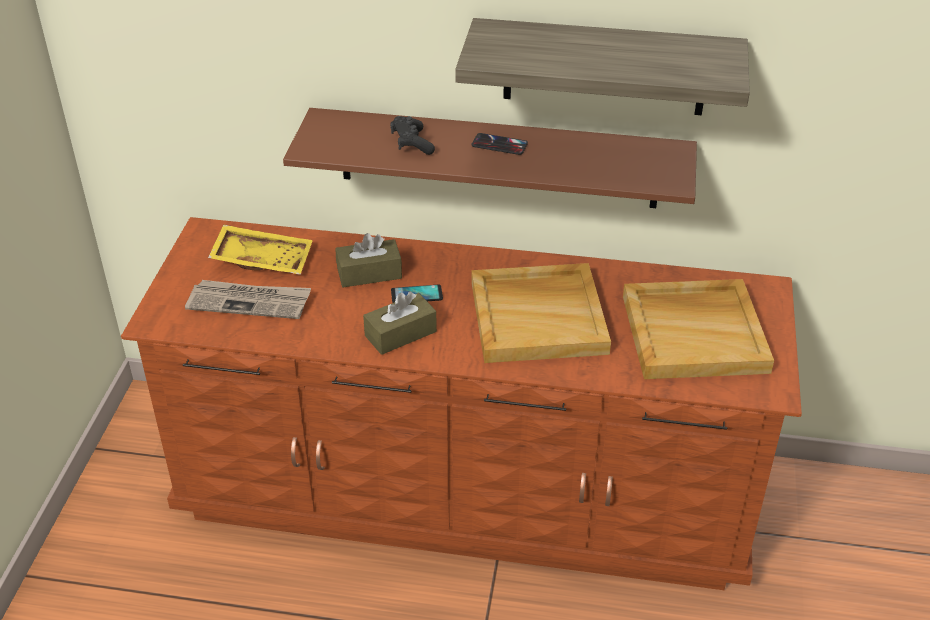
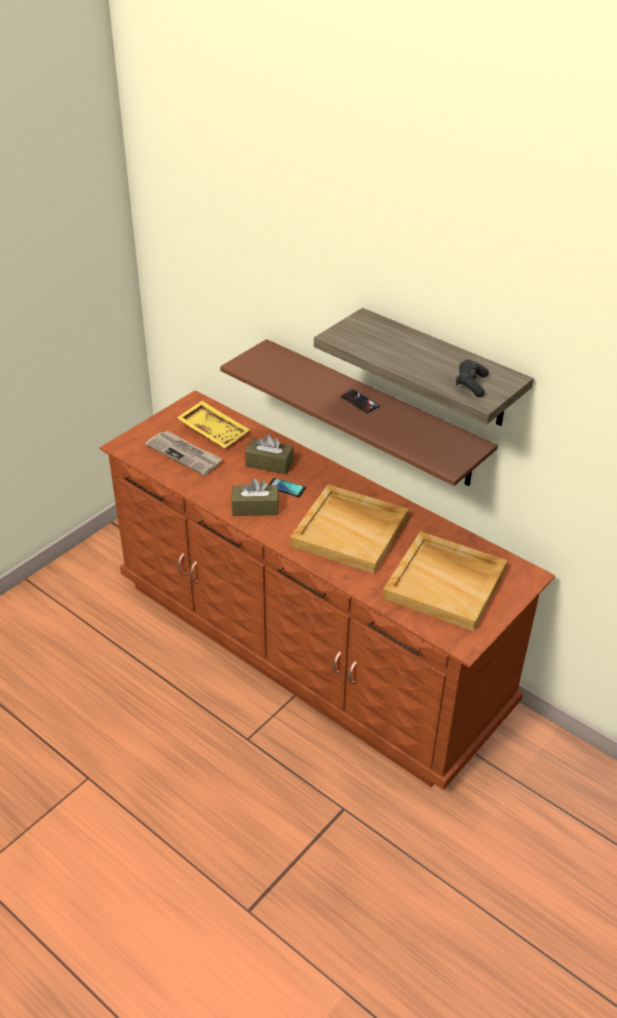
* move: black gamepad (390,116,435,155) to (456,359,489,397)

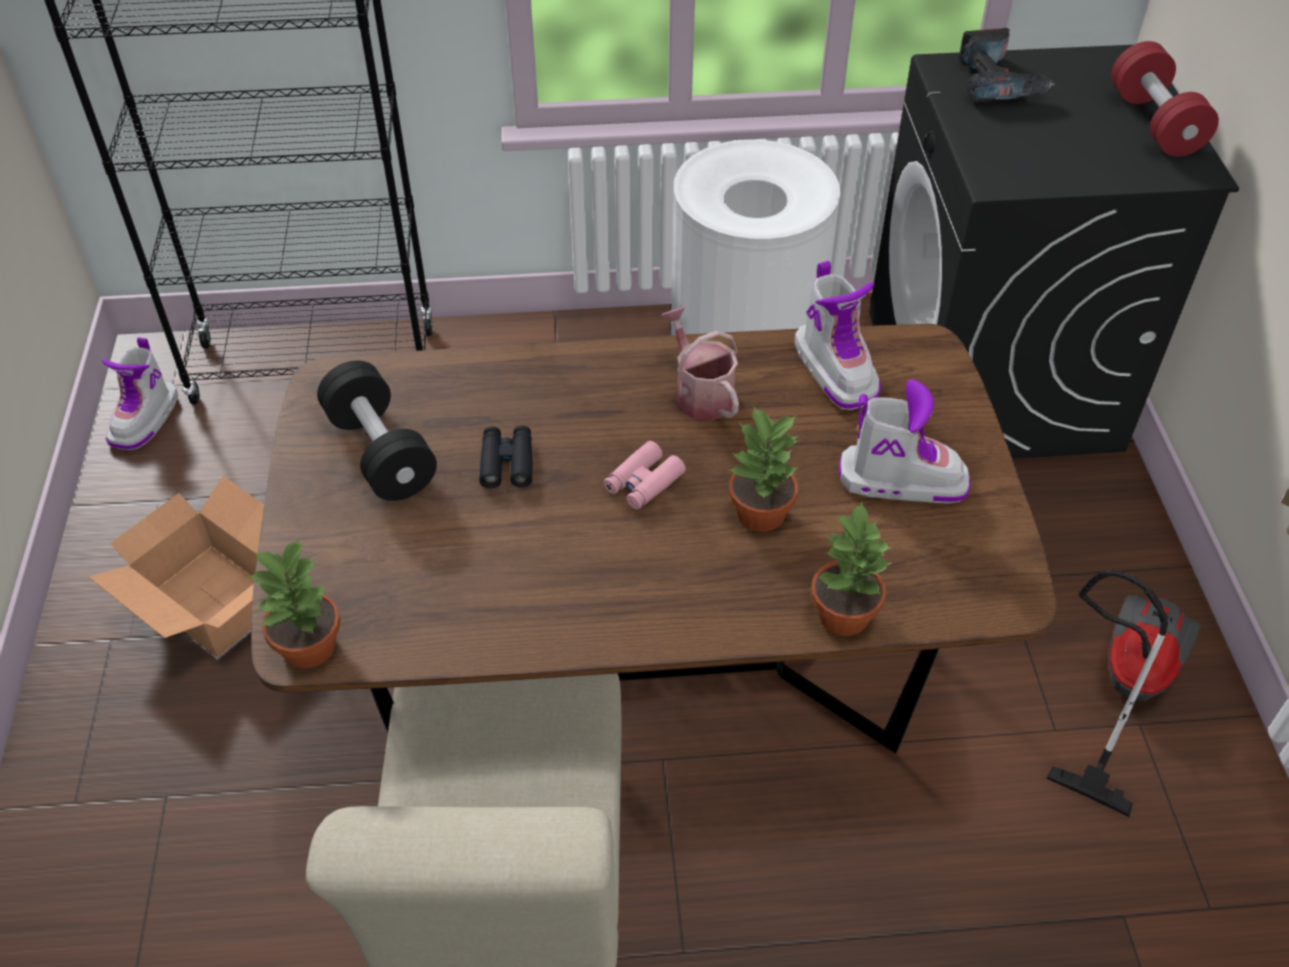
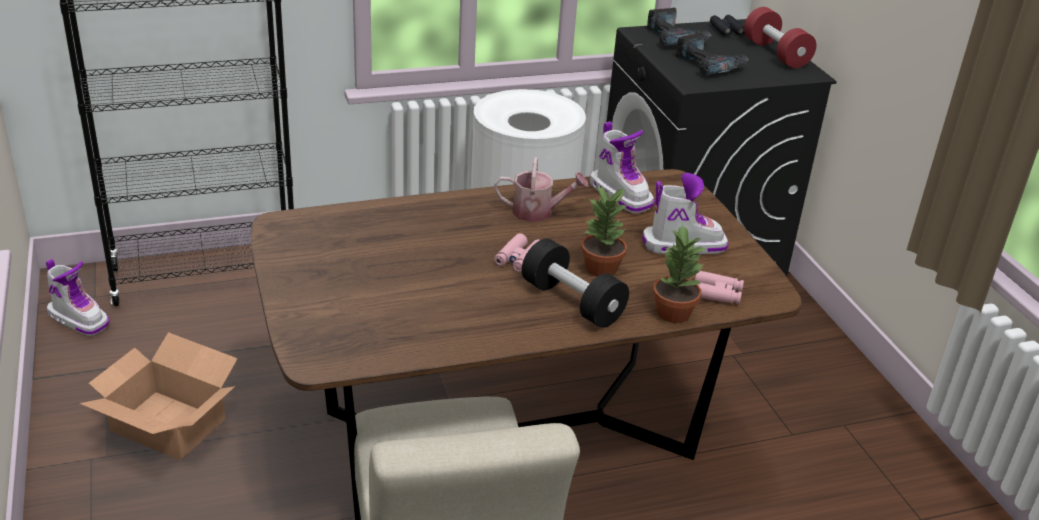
* delete: potted plant (247,538,341,668)
* delete: vacuum (1046,570,1201,817)
* insert: electric drill (676,32,749,76)
* insert: pink-coloured field glasses (695,271,744,304)
* move: black hand weight (317,361,437,501) to (522,238,629,328)
* move: black field glasses (480,425,532,489) to (710,15,745,37)
* rotate: high-top boot (102,337,178,450) = (46,259,110,336) 60 degrees counterclockwise
* rotate: watering can (661,306,739,421) = (494,157,589,222) 135 degrees clockwise

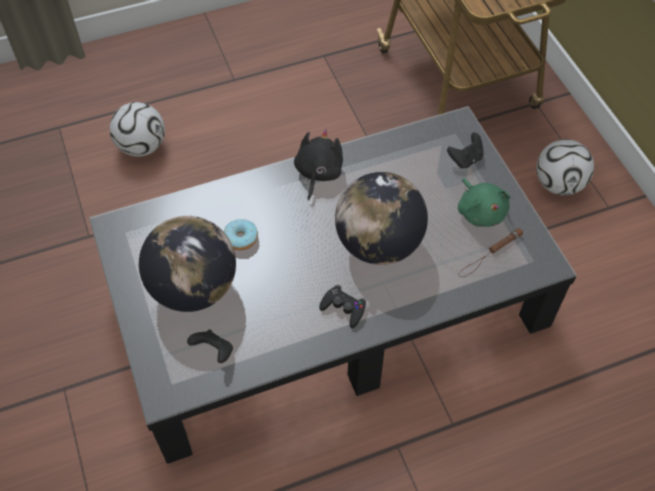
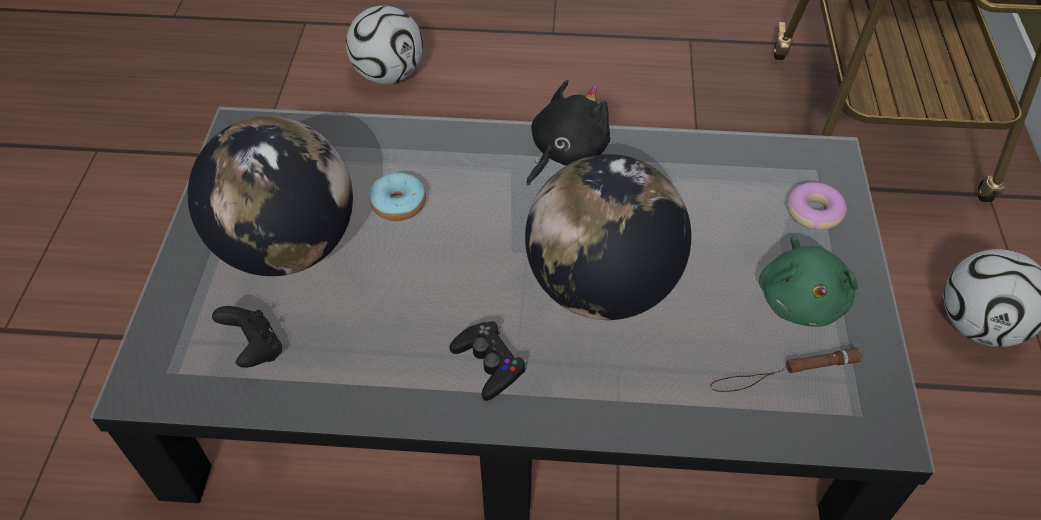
* replace: black gamepad (447,132,484,168) to ring doughnut (787,182,847,230)

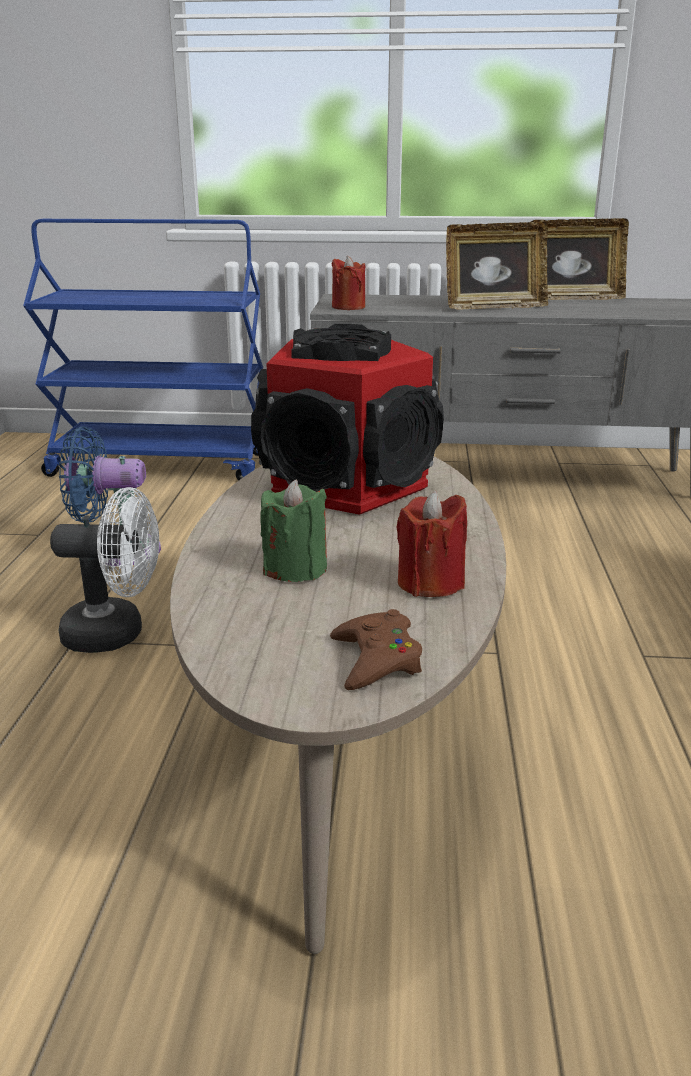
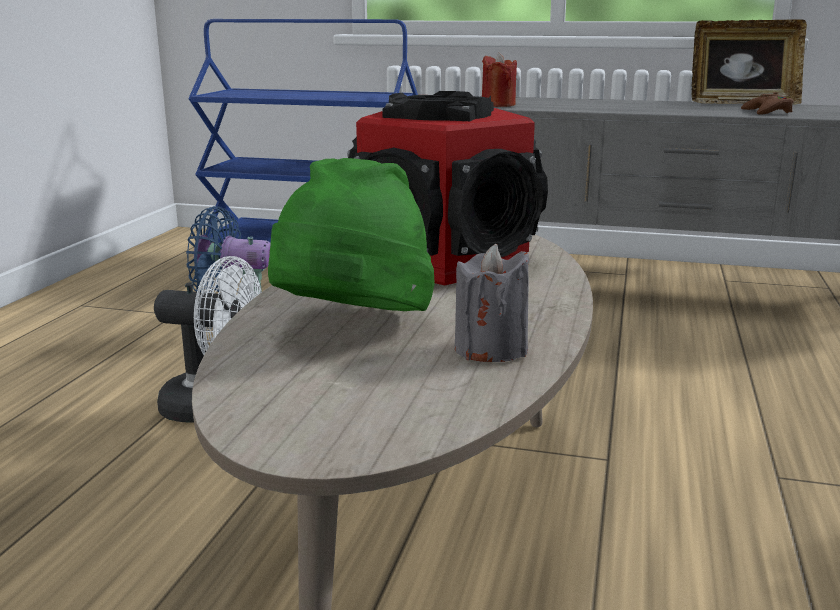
* delete: standing frame (446,222,548,309)
* move: brownish gamepad (330,609,422,690) to (741,92,794,115)
* replace: green candle (260,479,327,582) to green hat (268,158,435,311)
* recolor: reddish candle (396,491,467,597) to gray candle (455,244,529,362)

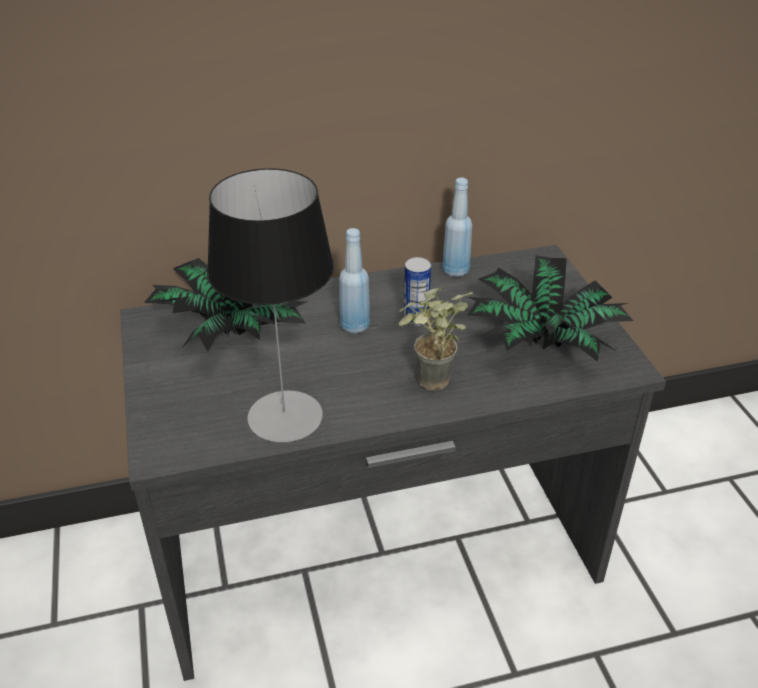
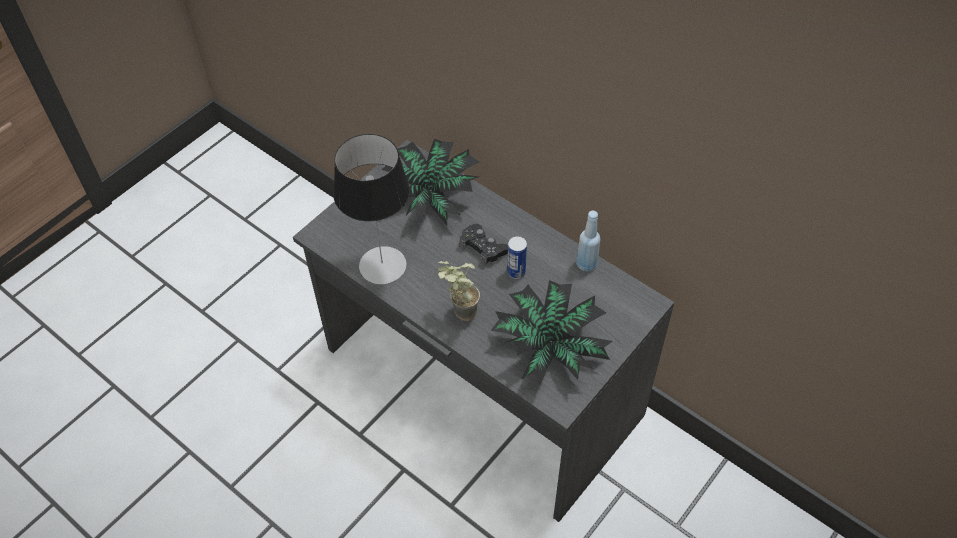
* replace: blue-coloured bottle (339,228,370,334) to black gamepad (459,224,508,266)

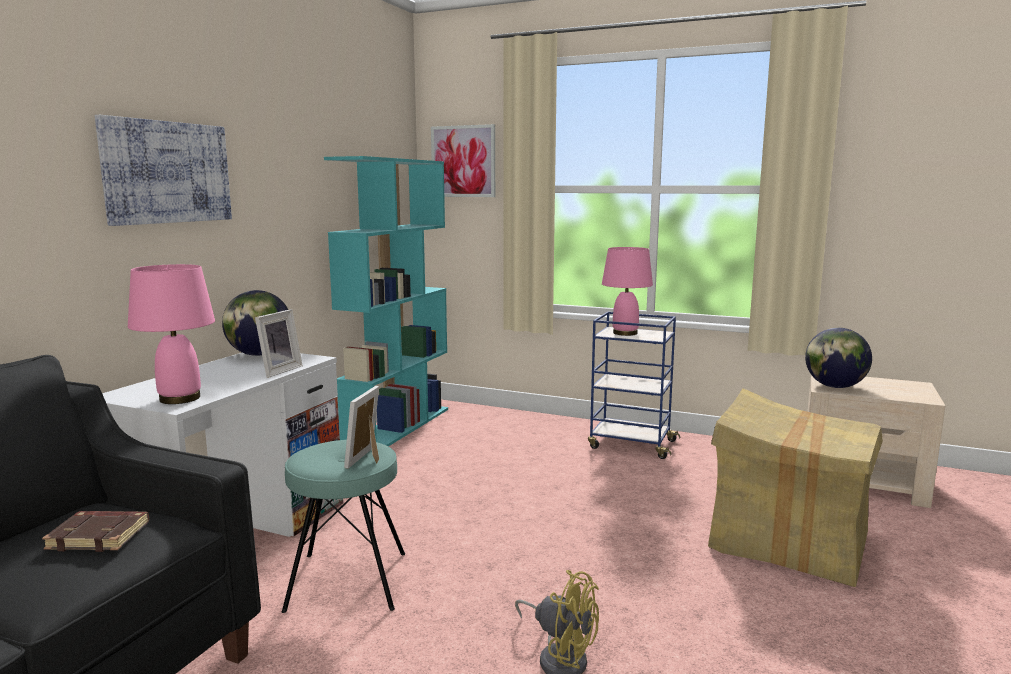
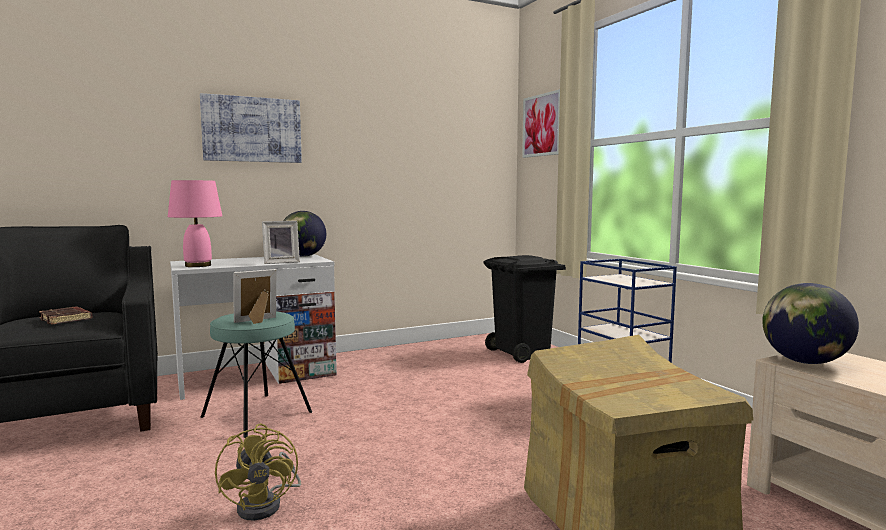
* delete: blue-green bookcase (324,156,448,446)
* delete: pink-coloured table lamp (602,247,653,336)
* insert: black rubbish bin (483,255,566,363)

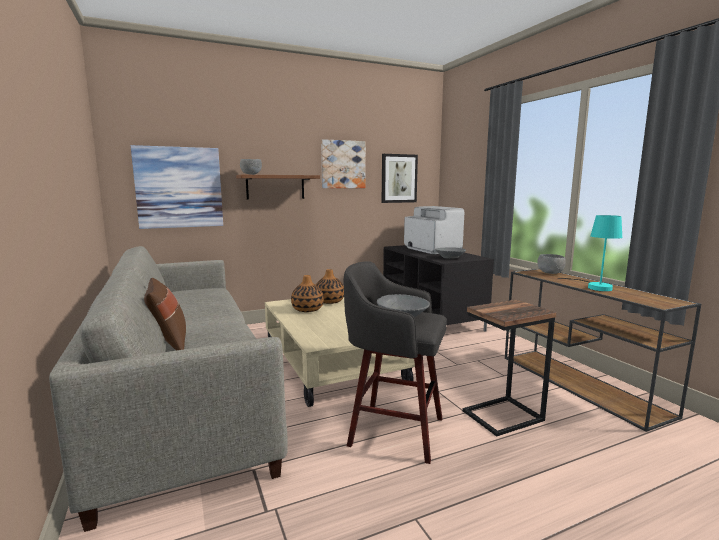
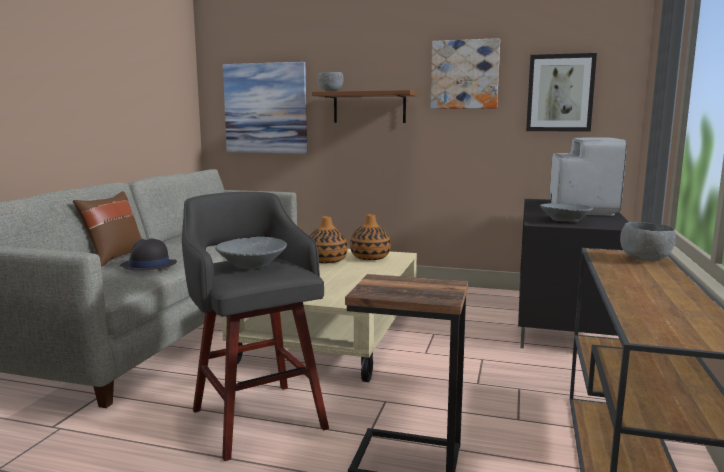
* delete: blue-green table lamp (558,215,622,292)
* insert: black hat (120,239,177,271)

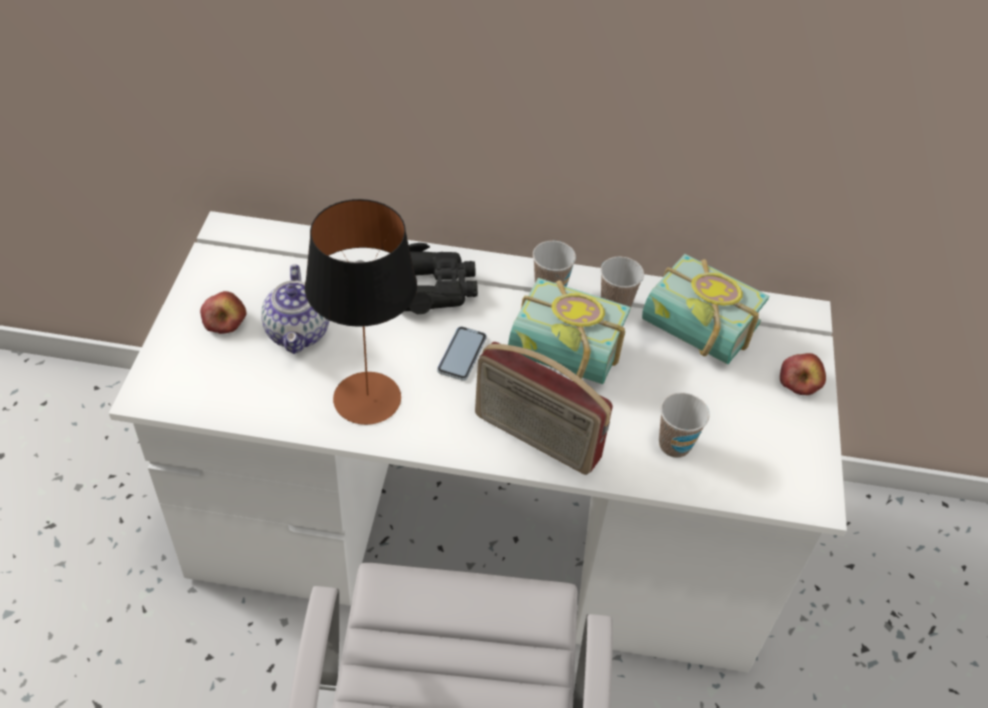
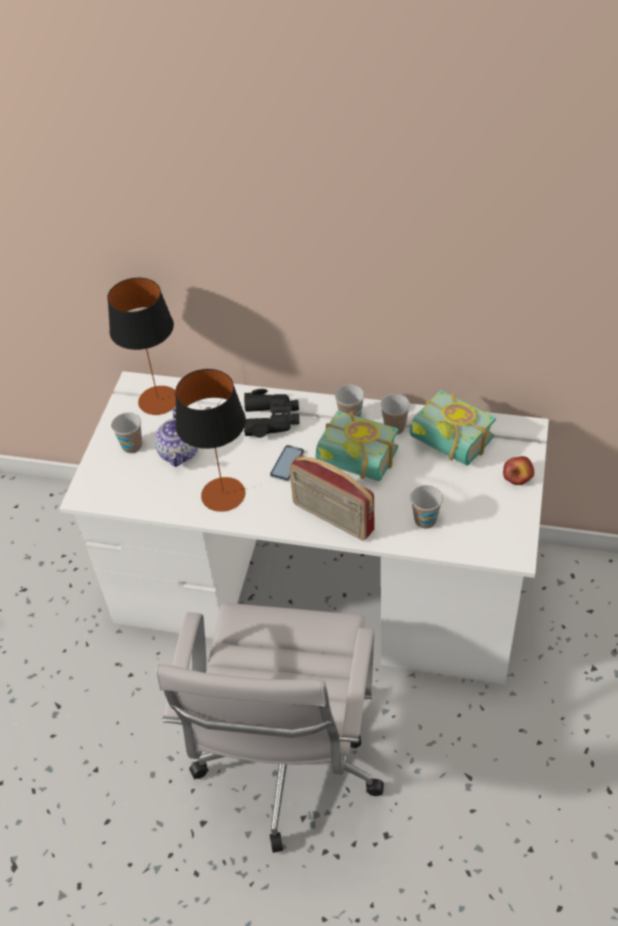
* insert: table lamp (107,278,176,415)
* replace: apple fruit (200,291,246,334) to small cup (111,412,142,453)

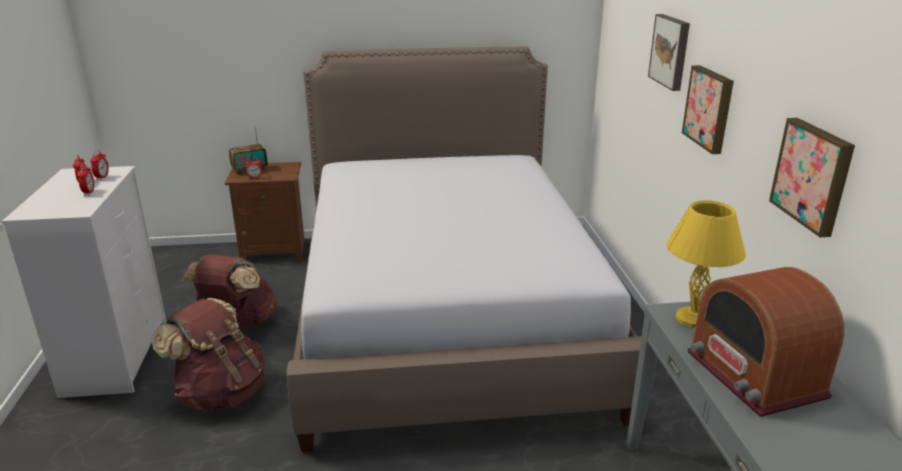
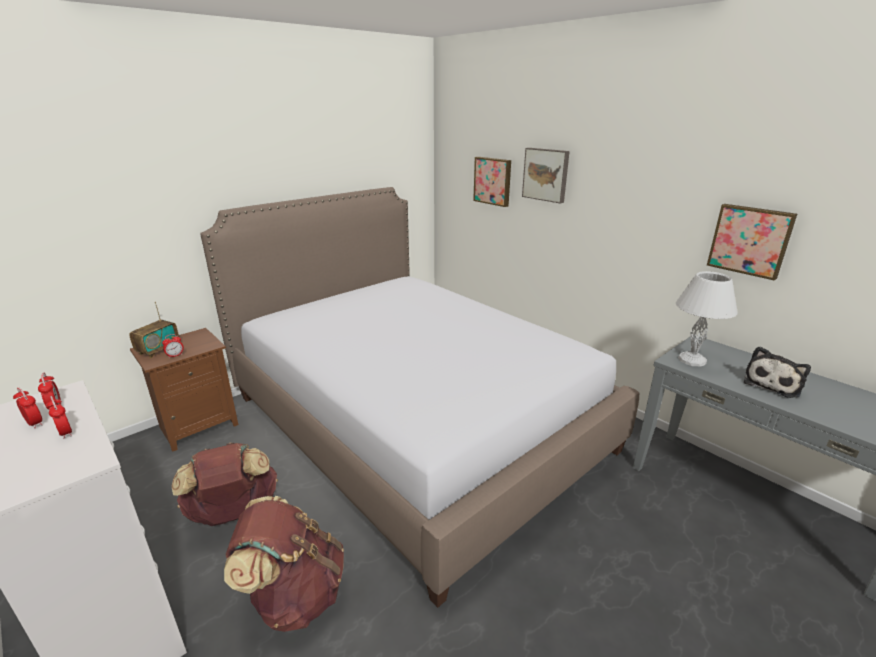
* move: picture (682,65,734,154) to (473,157,511,207)
* replace: radio receiver (687,267,844,417) to soft toy (744,347,811,398)
* recolor: yellow-coloured table lamp (667,200,746,328) to white table lamp (676,271,738,366)

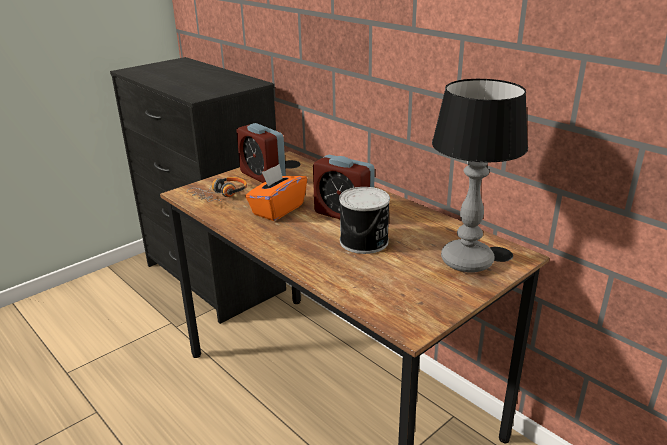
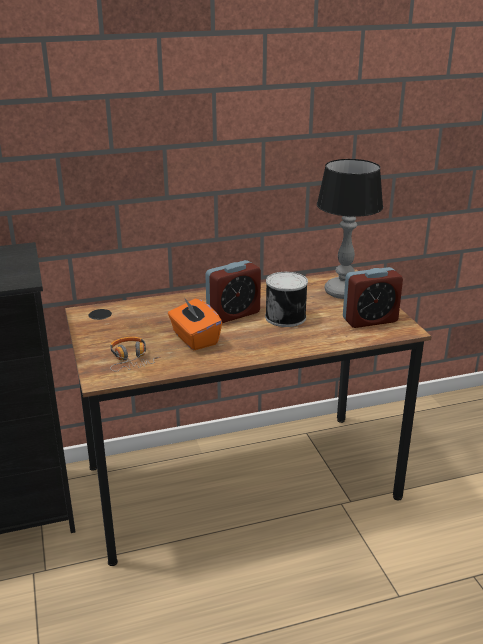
* move: bedside clock (236,123,286,183) to (343,267,403,328)

